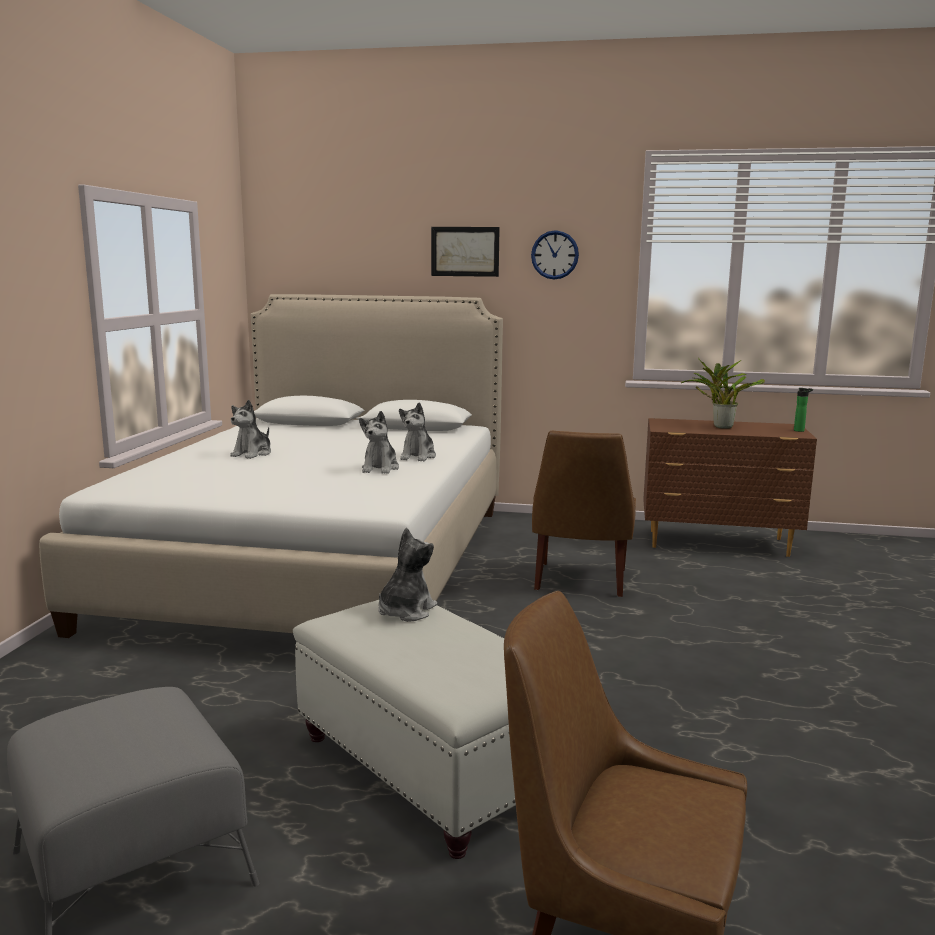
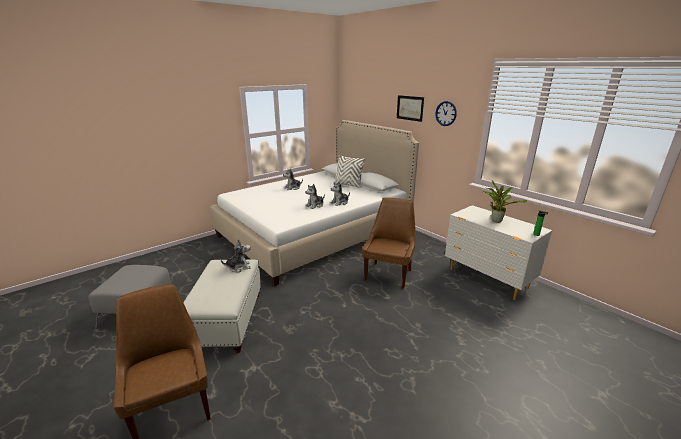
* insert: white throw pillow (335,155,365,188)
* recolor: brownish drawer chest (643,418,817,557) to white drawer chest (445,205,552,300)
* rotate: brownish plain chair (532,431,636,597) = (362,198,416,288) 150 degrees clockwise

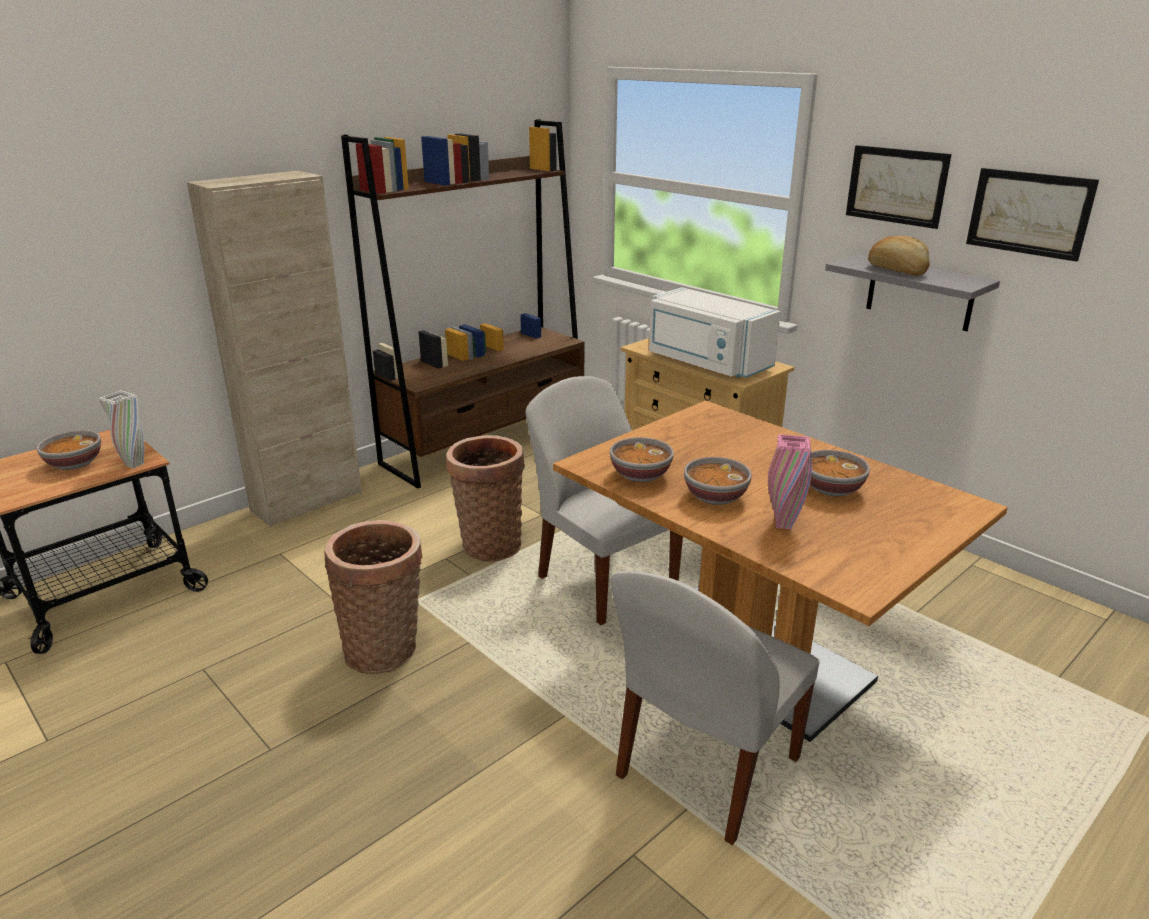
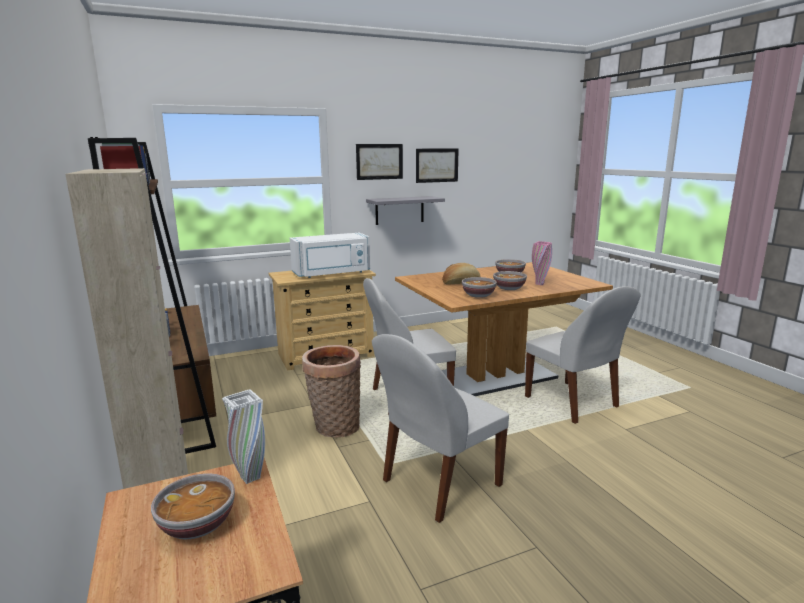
* move: bread (868,236,929,276) to (442,263,480,285)
* replace: storage basket (325,520,423,674) to white plain chair (372,334,509,523)

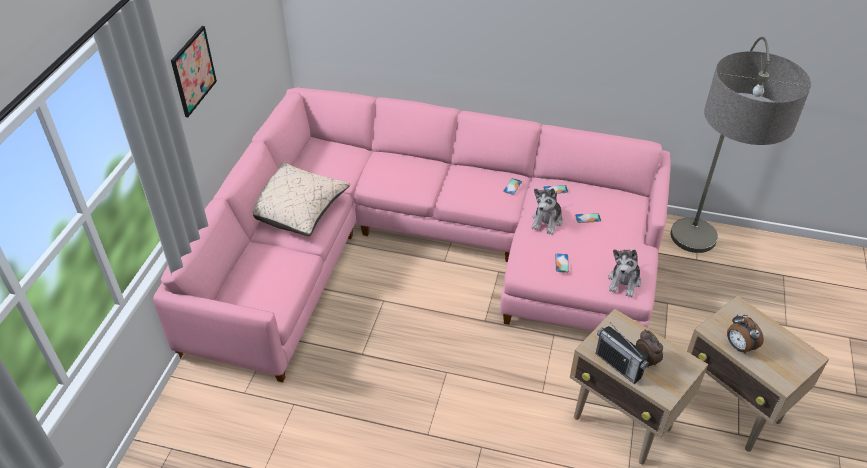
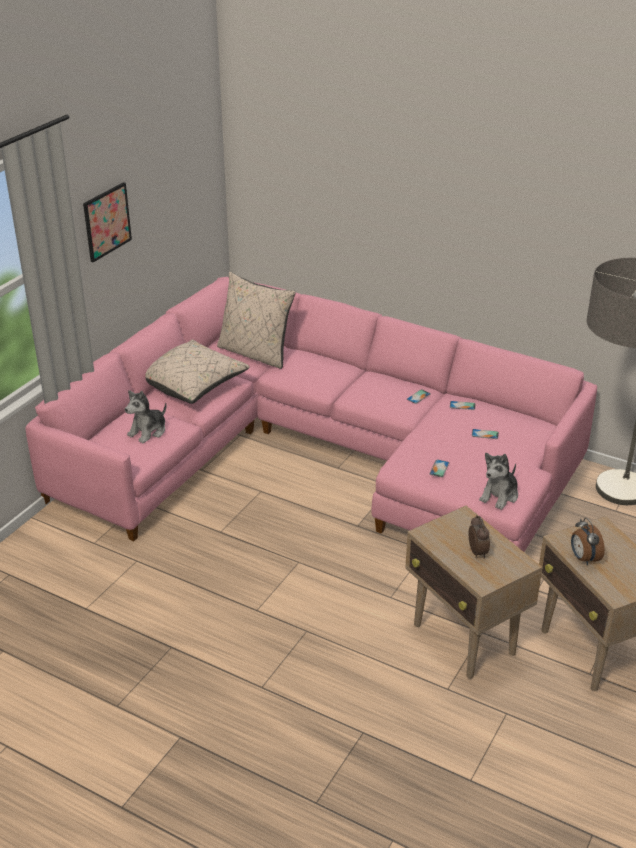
* delete: radio receiver (596,322,649,384)
* insert: beige throw pillow (217,272,296,369)
* move: soft toy (531,188,563,235) to (125,390,166,443)

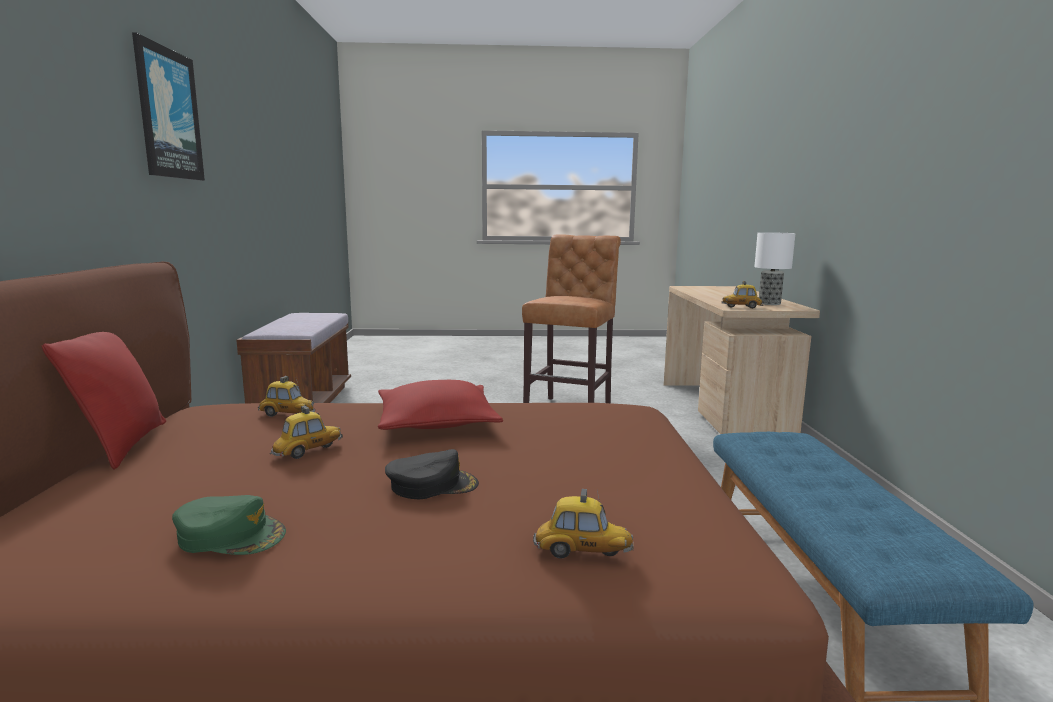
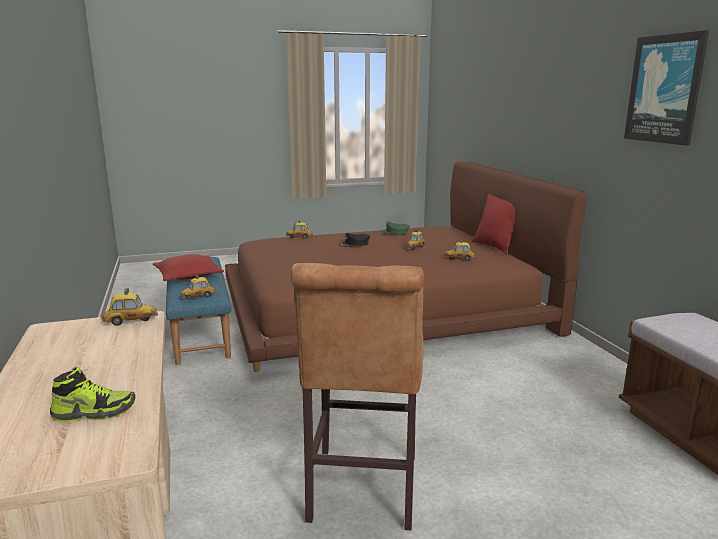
* delete: table lamp (754,232,795,305)
* insert: shoe (50,366,135,422)
* insert: toy car (180,275,216,300)
* move: reddish throw pillow (378,380,503,430) to (153,254,224,281)

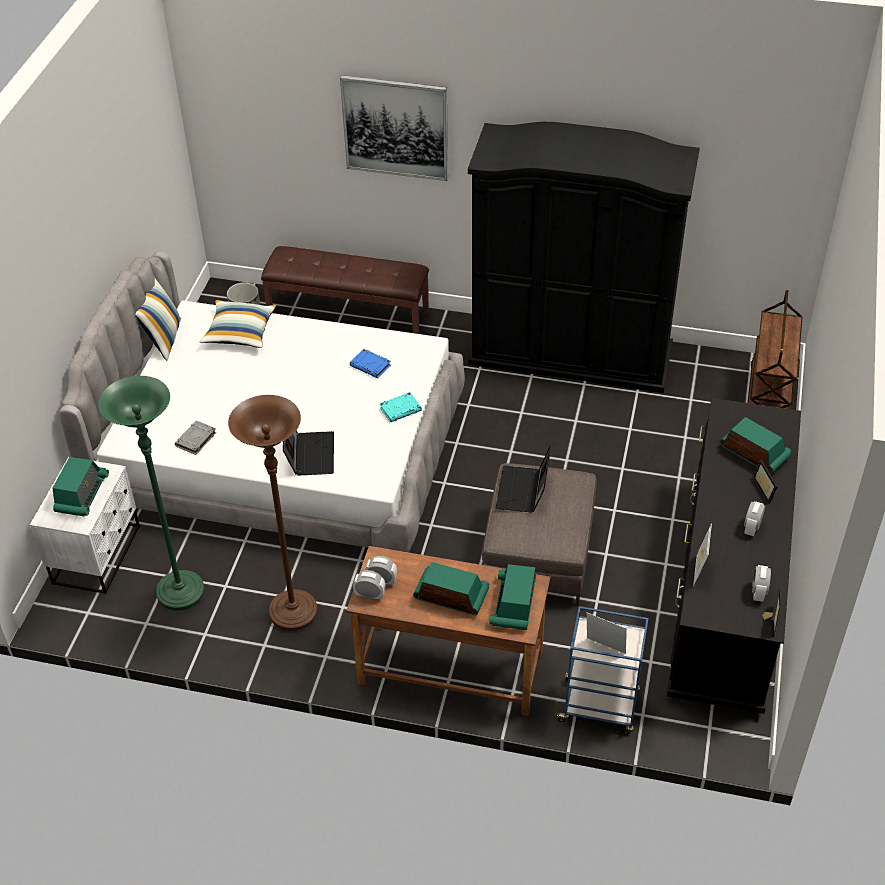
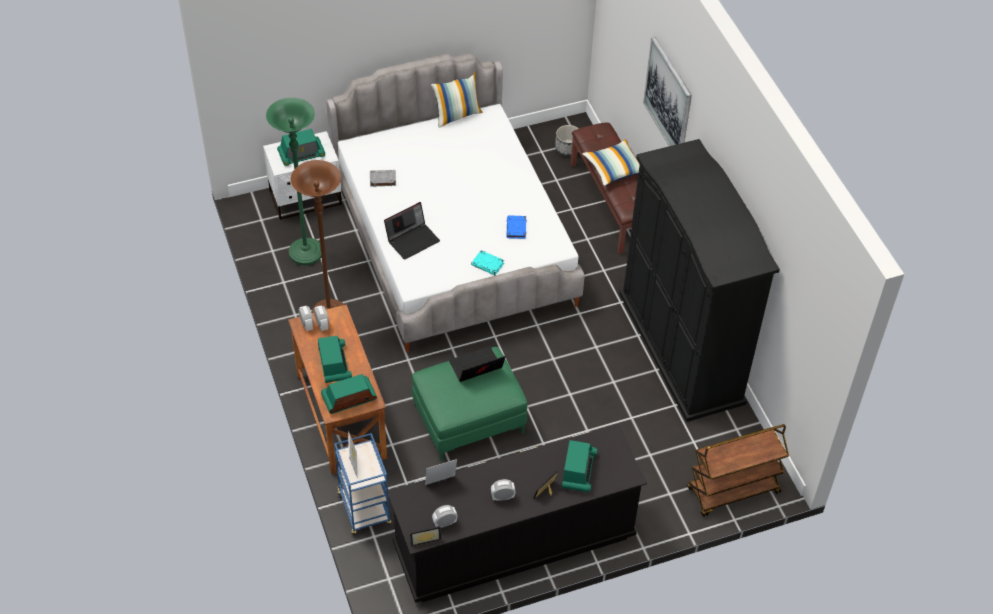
* move: throw pillow (200,300,276,348) to (582,139,640,186)
* recolor: brownish pouffe (482,463,597,606) to green pouffe (412,347,527,461)

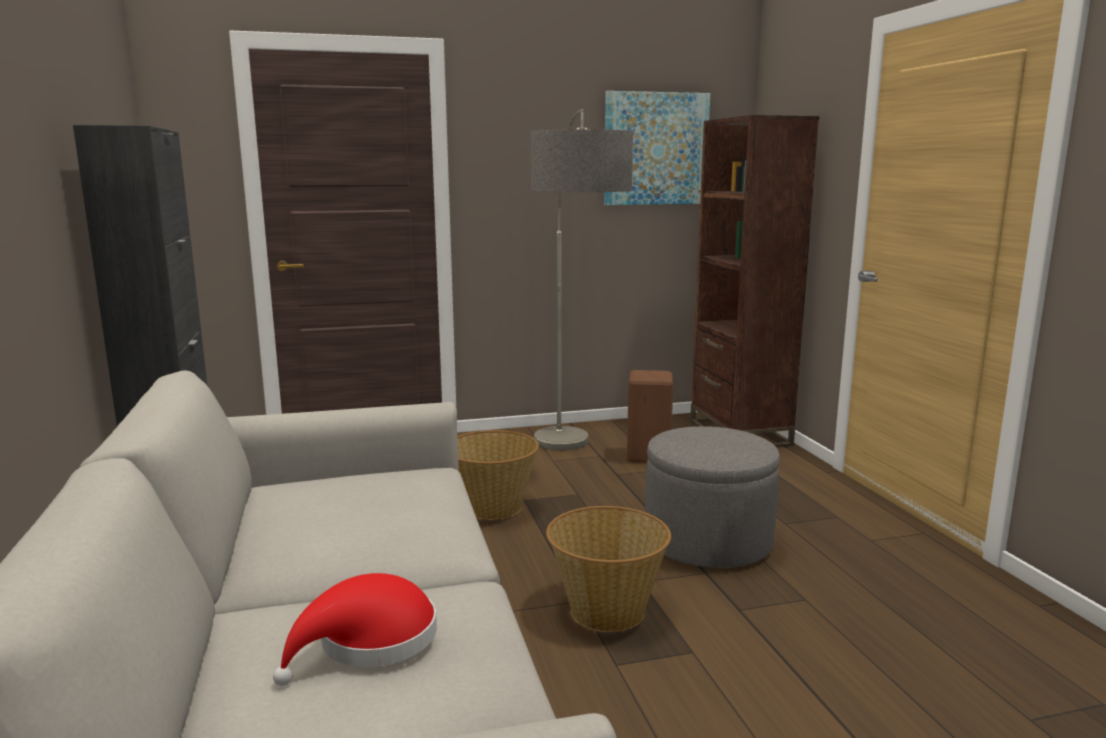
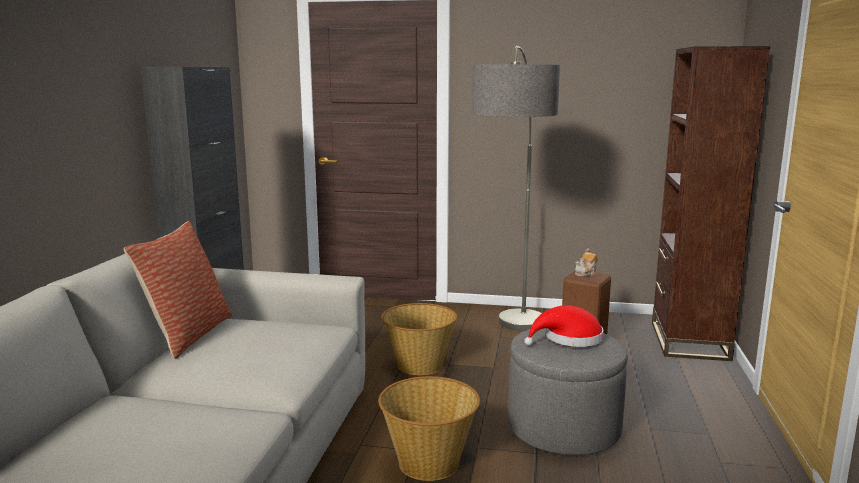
* delete: picture (604,91,710,205)
* insert: throw pillow (124,221,232,359)
* insert: teapot (575,248,598,277)
* move: reddish hat (273,573,437,686) to (524,305,603,347)

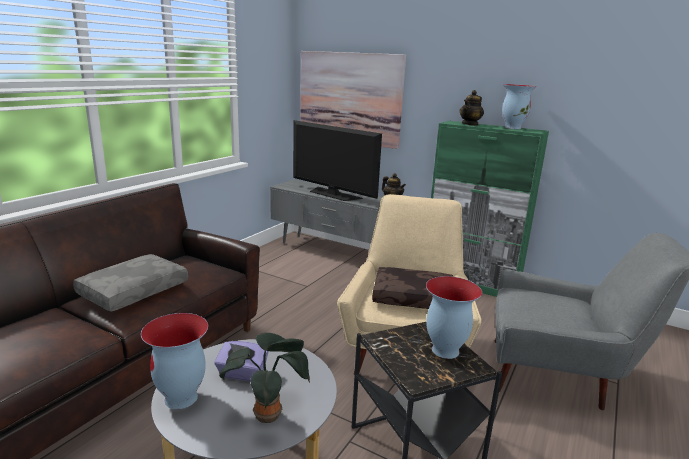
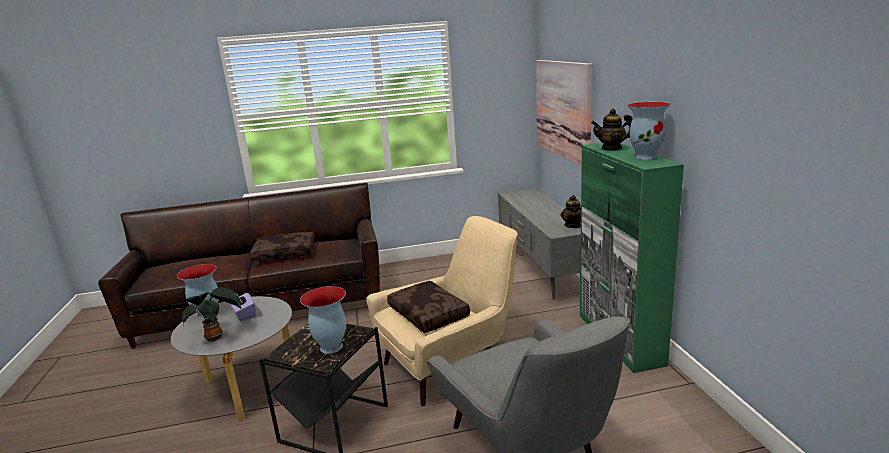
* delete: television (293,120,382,201)
* recolor: gray throw pillow (73,254,188,312) to brownish throw pillow (250,232,315,261)

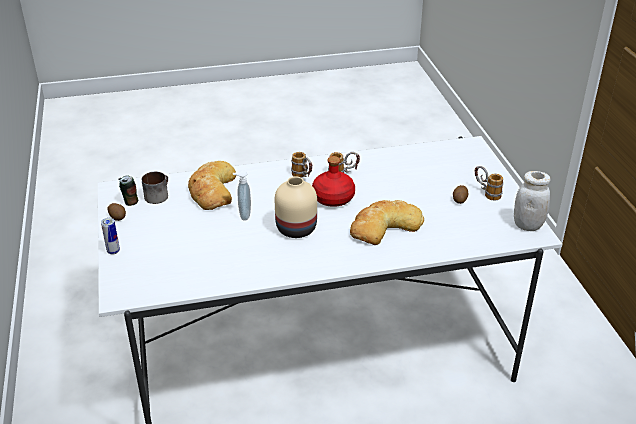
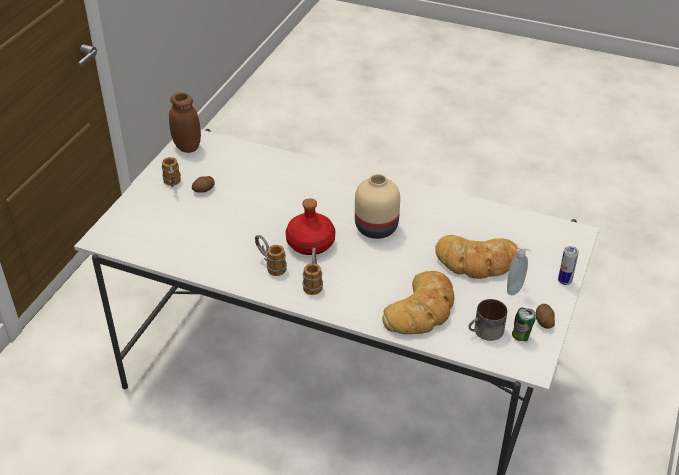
* move: liquid soap bottle (233,170,251,220) to (507,242,533,296)
* move: bread (350,200,424,245) to (435,235,518,279)
* recolor: white jar (514,171,551,231) to brownish jar (169,92,201,153)

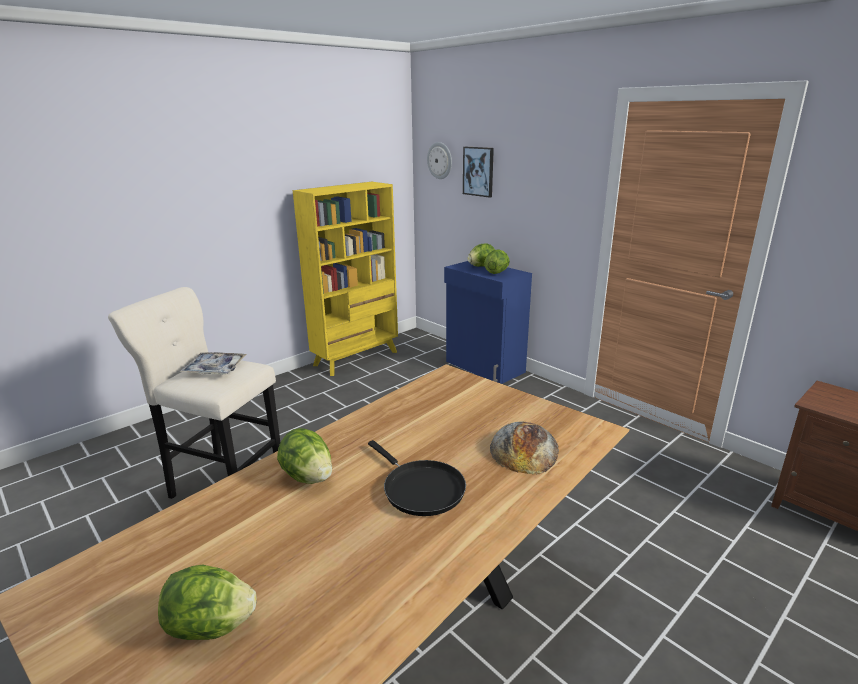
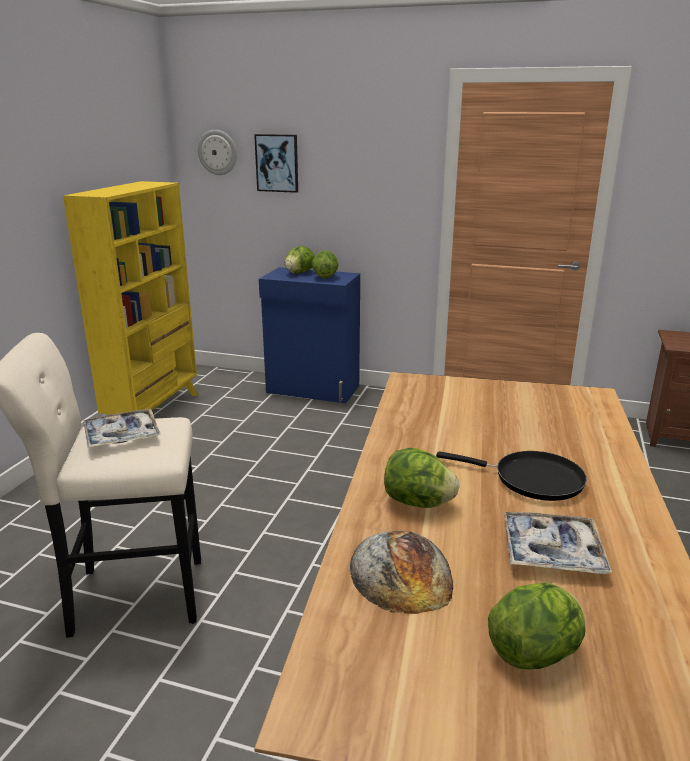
* insert: tray (504,512,612,574)
* move: bread (490,421,559,475) to (350,531,453,614)

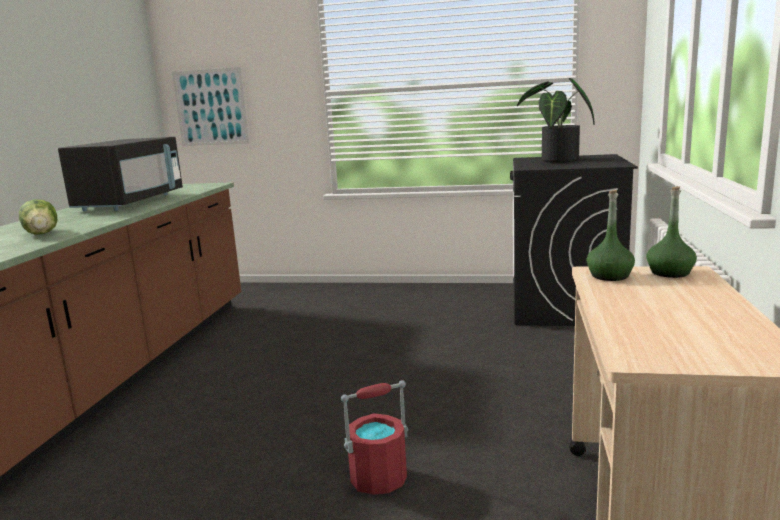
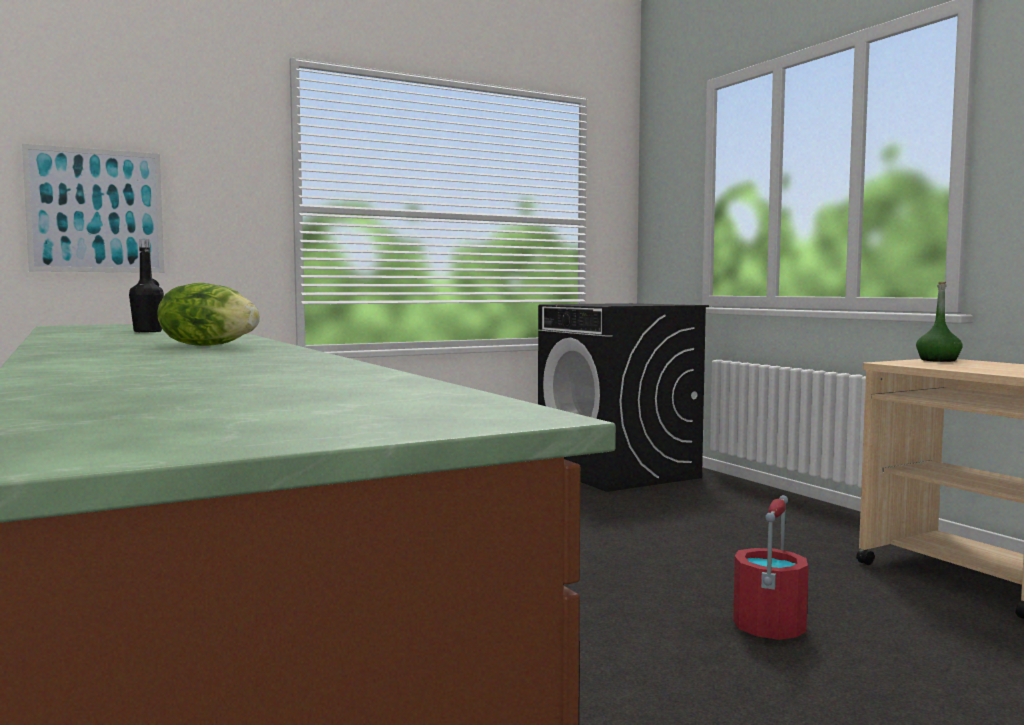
* delete: potted plant (517,78,595,163)
* delete: green bottle (586,190,635,281)
* replace: black kitchen microwave (58,137,183,211) to black bottle (129,239,164,332)

